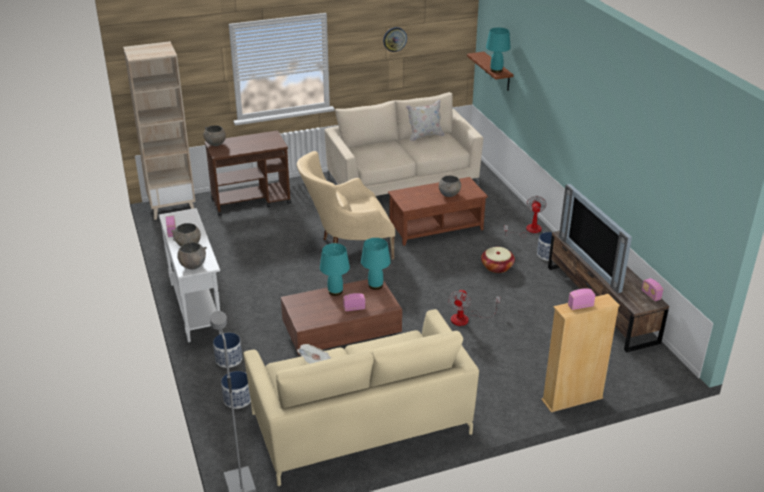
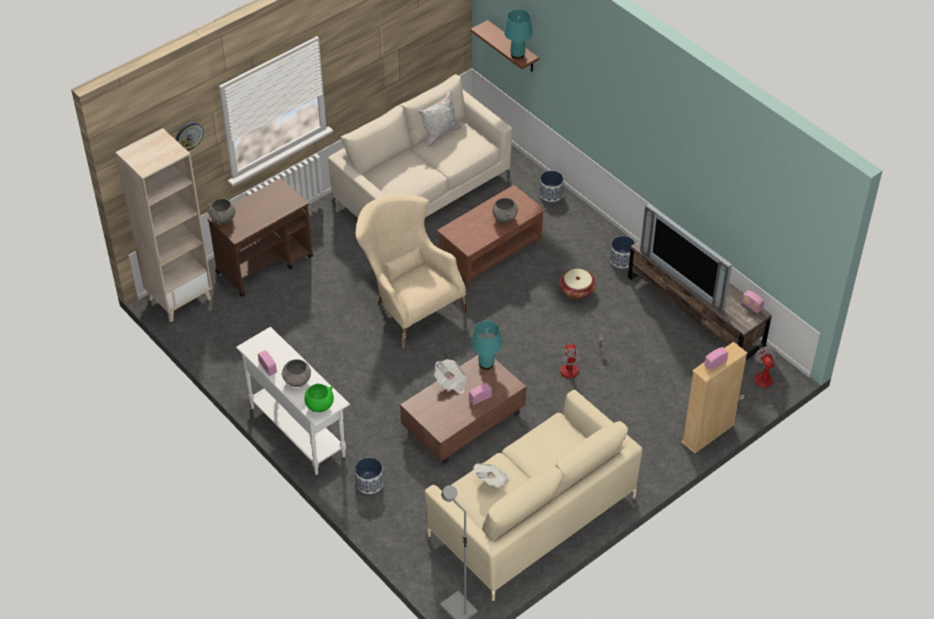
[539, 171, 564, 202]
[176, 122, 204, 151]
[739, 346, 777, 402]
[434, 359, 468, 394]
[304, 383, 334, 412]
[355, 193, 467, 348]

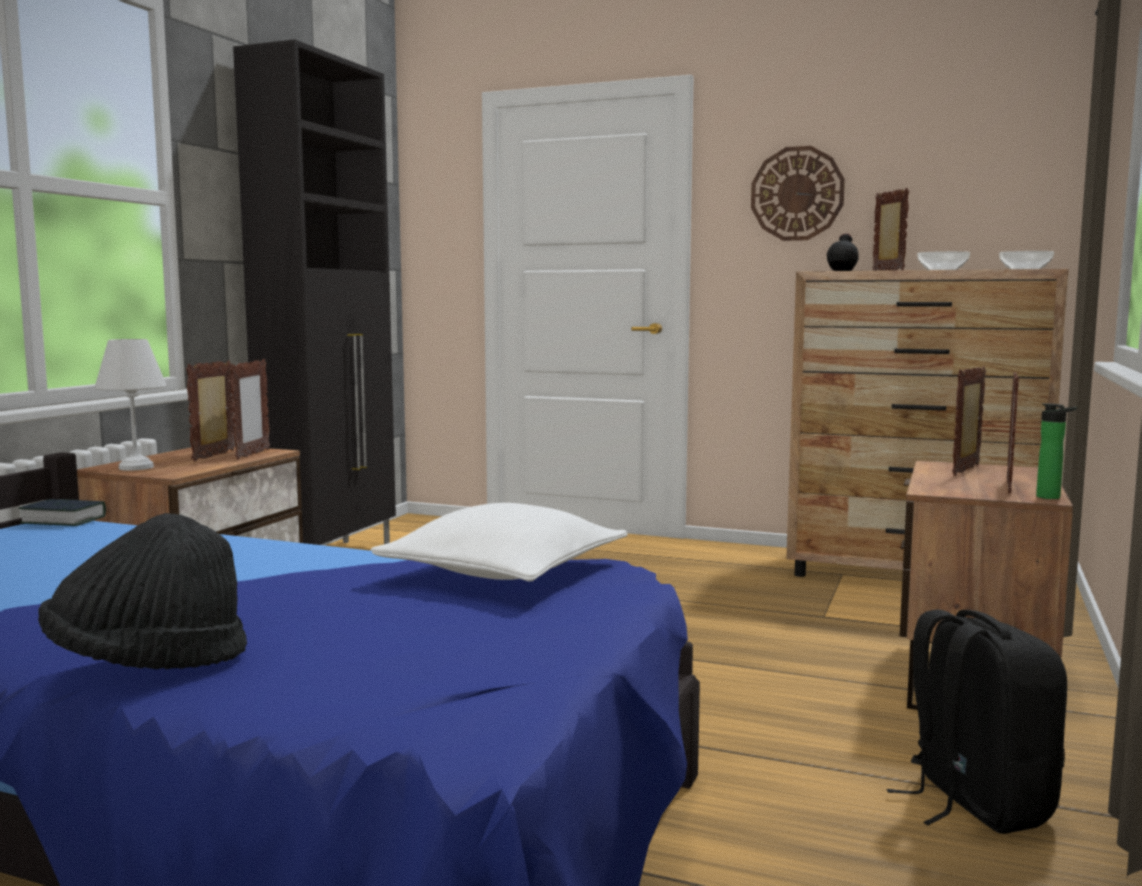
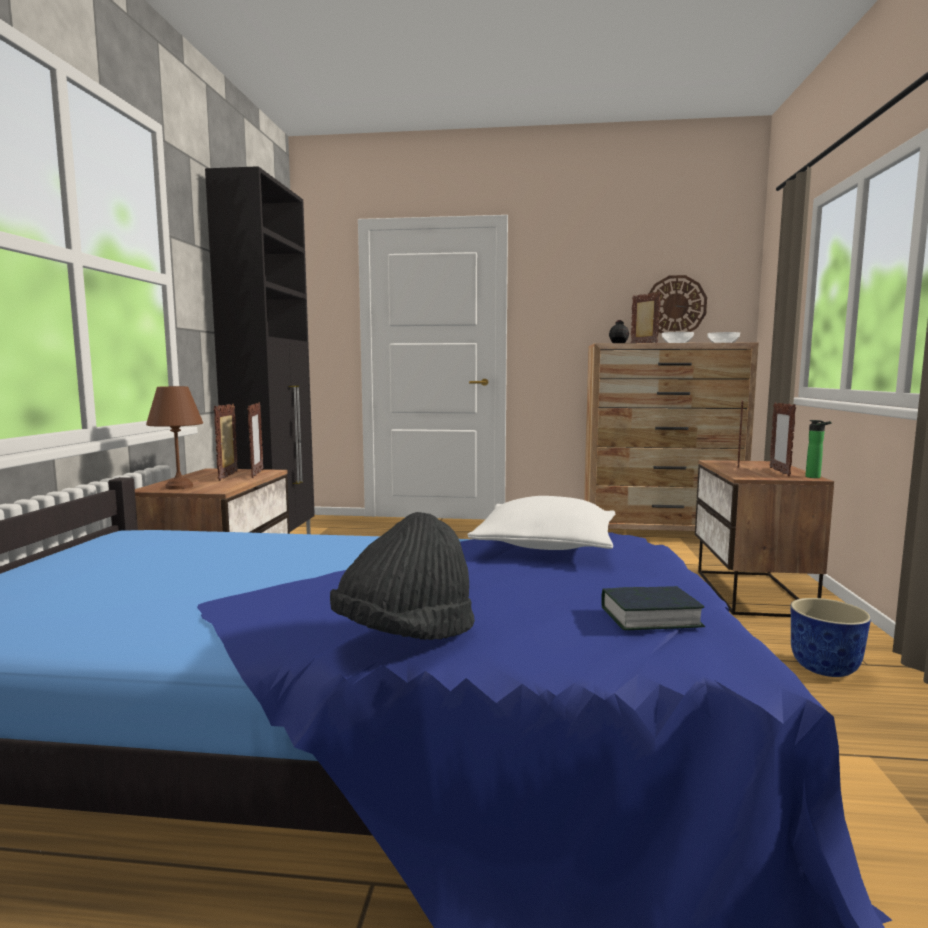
[601, 586, 705, 630]
[649, 275, 707, 334]
[791, 598, 871, 677]
[146, 386, 203, 490]

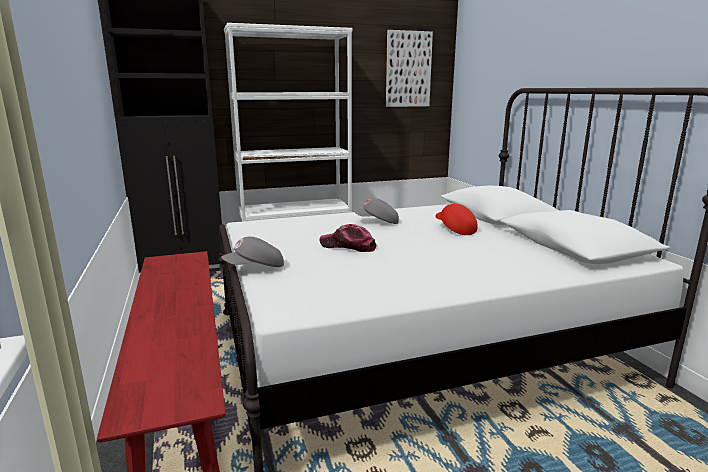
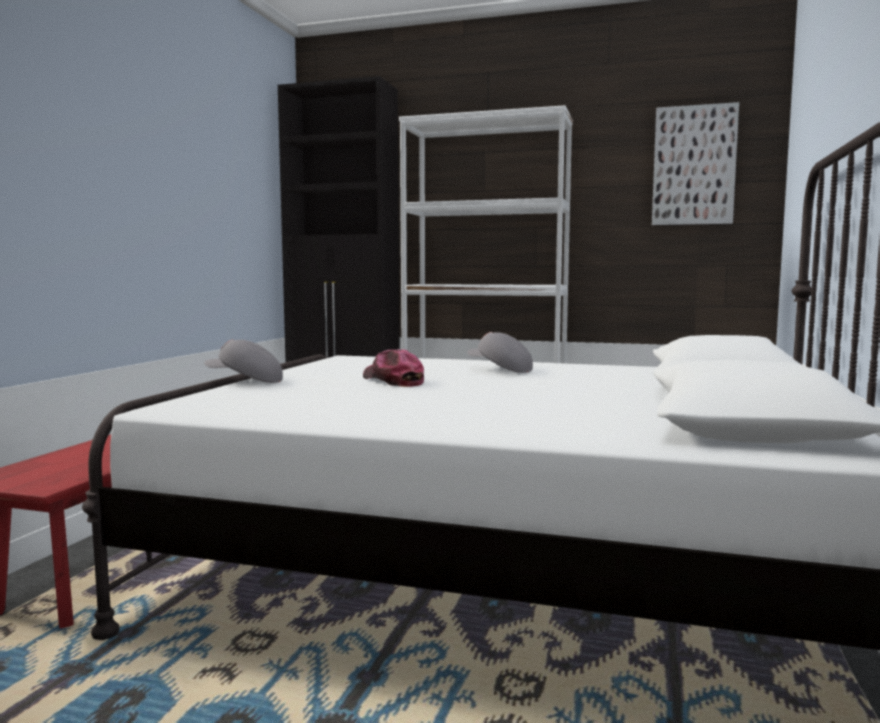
[436, 203, 478, 235] (first image)

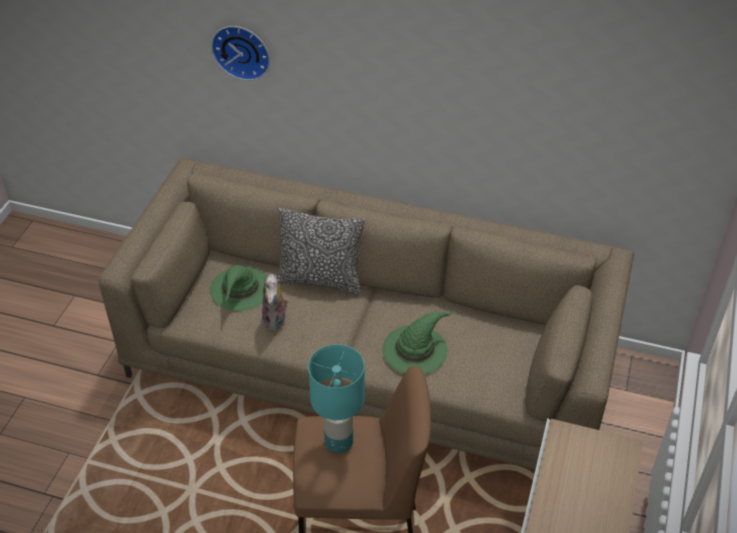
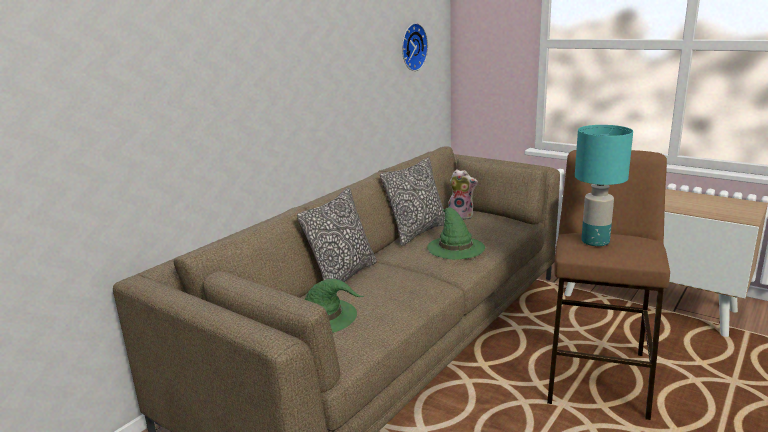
[380, 157, 445, 246]
[402, 23, 428, 71]
[448, 169, 478, 220]

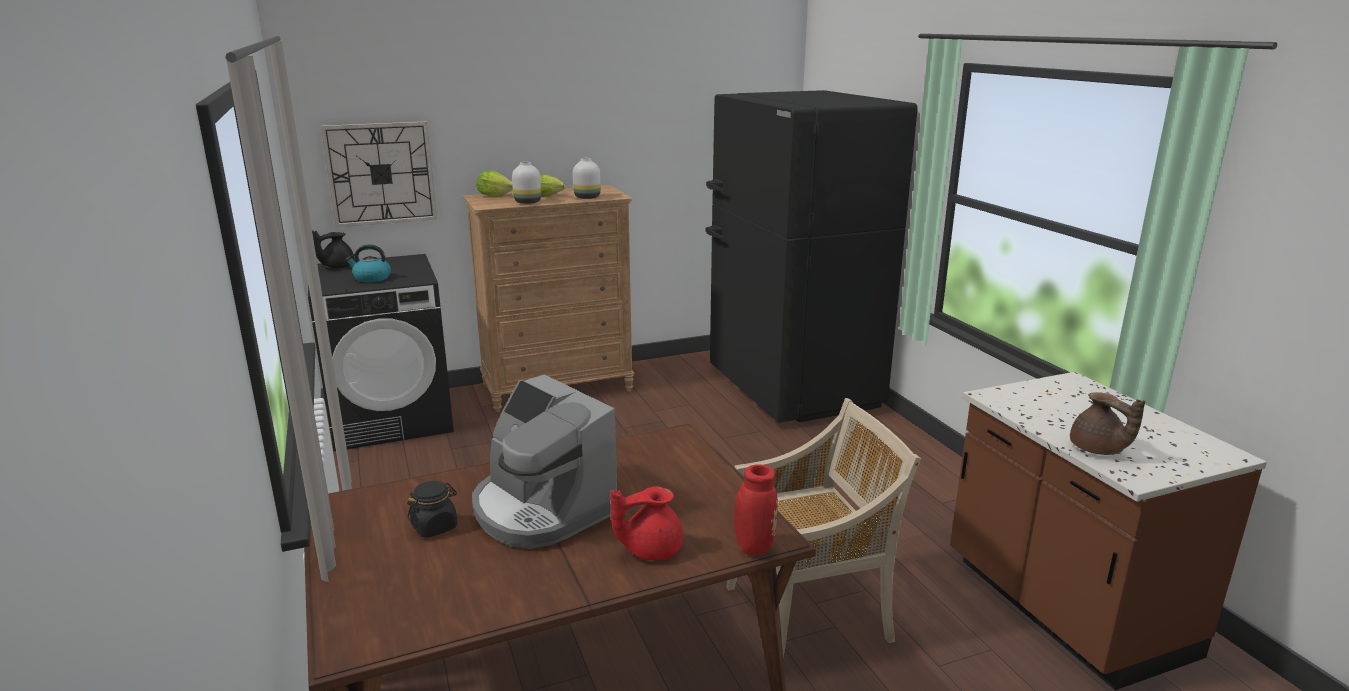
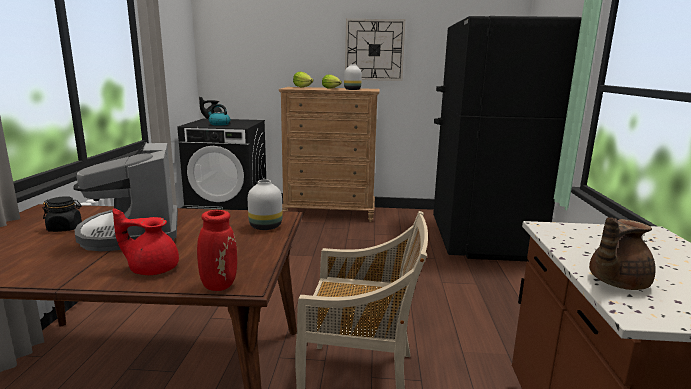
[345, 19, 405, 81]
[248, 179, 282, 230]
[589, 218, 656, 290]

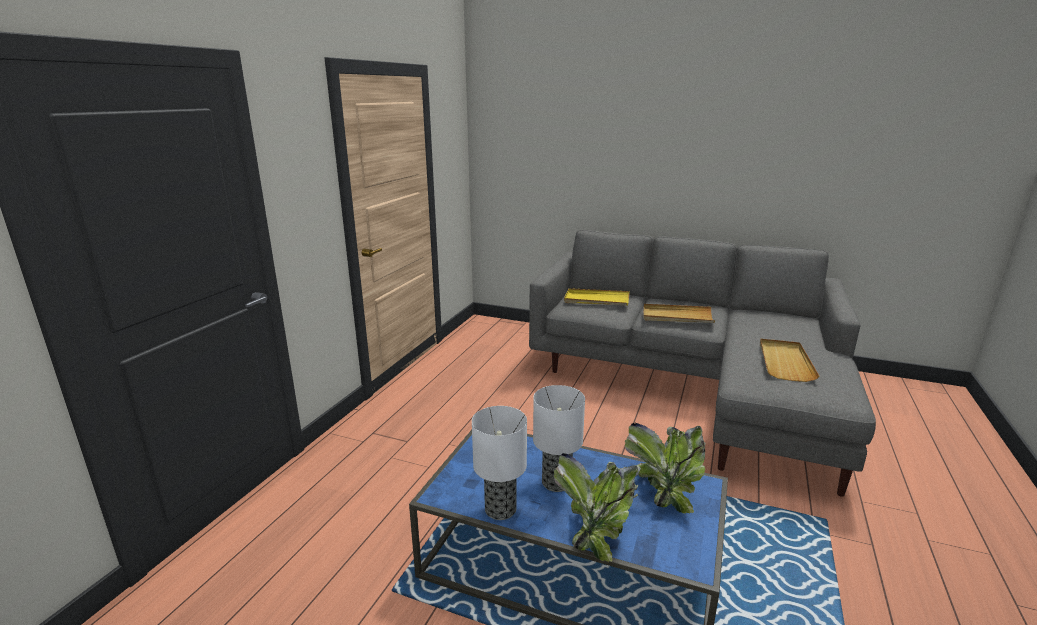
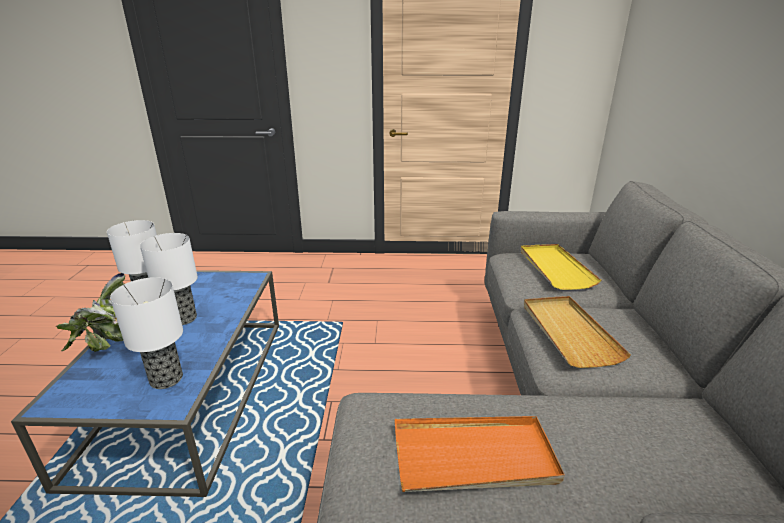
[110, 277, 183, 389]
[395, 416, 565, 492]

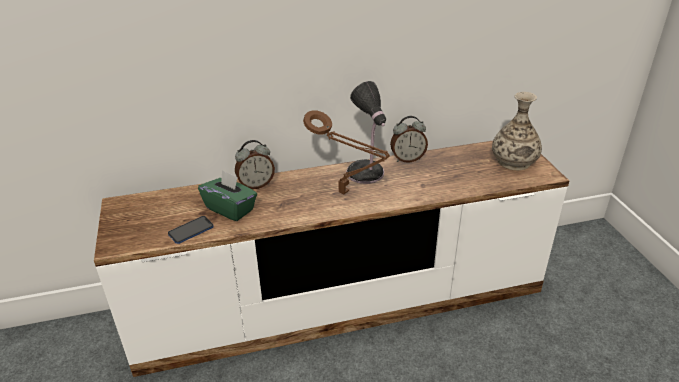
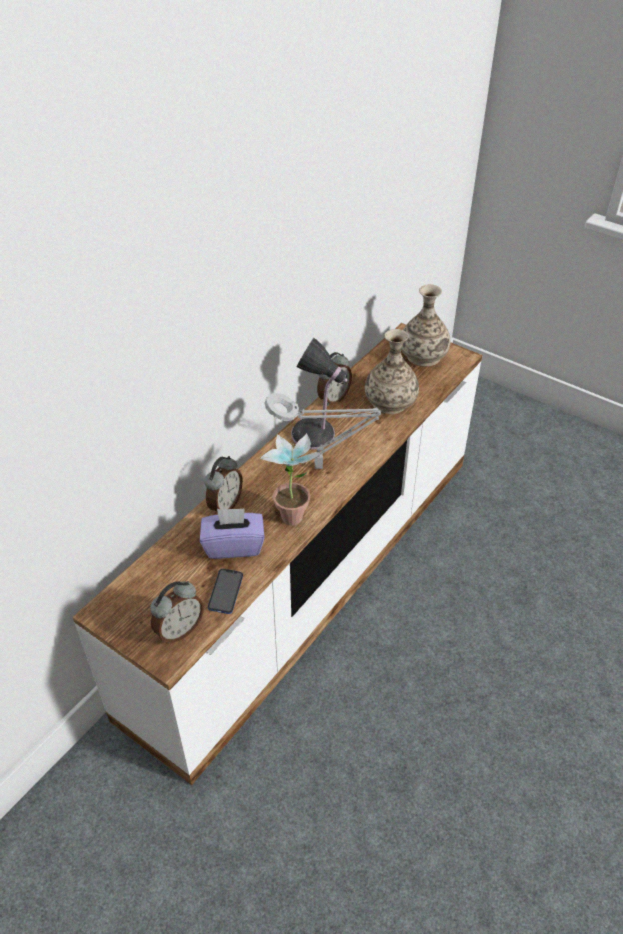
[150, 581, 204, 643]
[260, 433, 323, 526]
[365, 329, 419, 414]
[200, 508, 265, 559]
[264, 393, 381, 469]

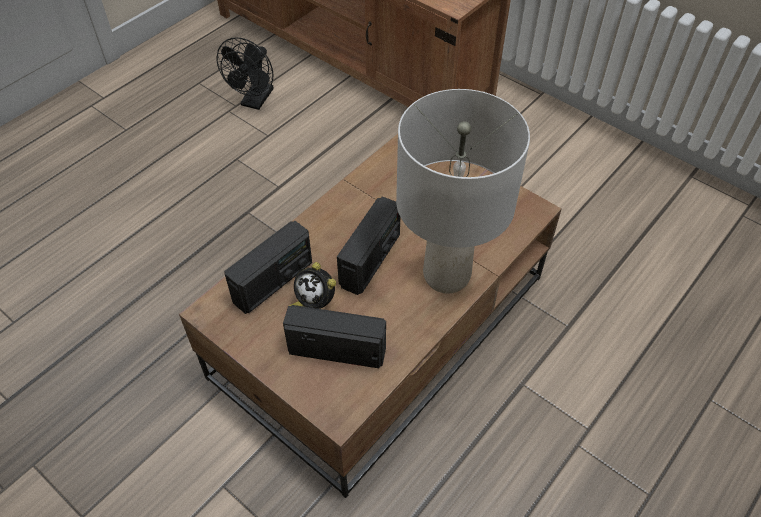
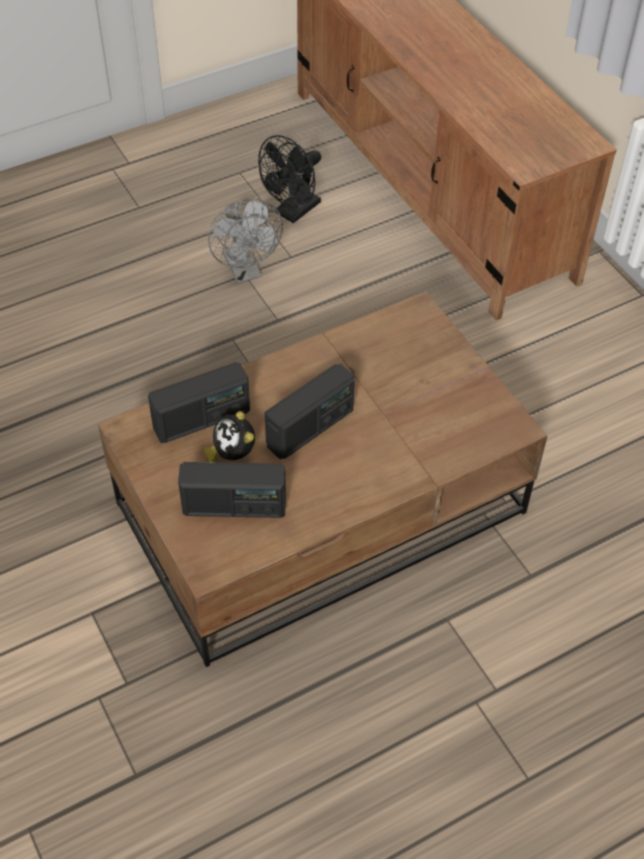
[396, 89, 530, 294] (first image)
[208, 199, 283, 284]
[178, 462, 286, 518]

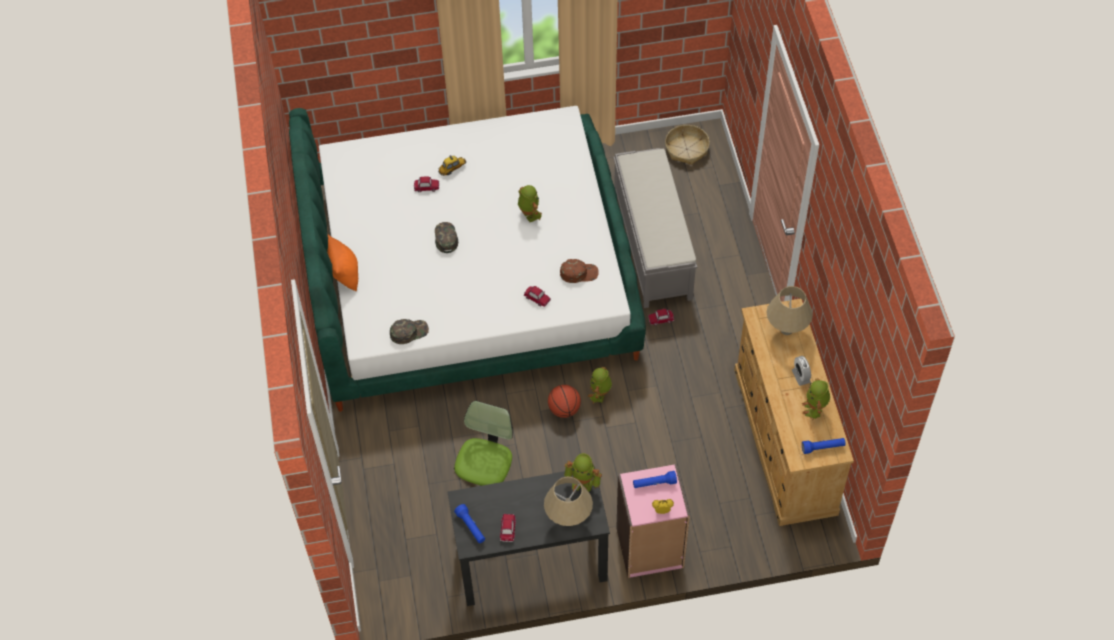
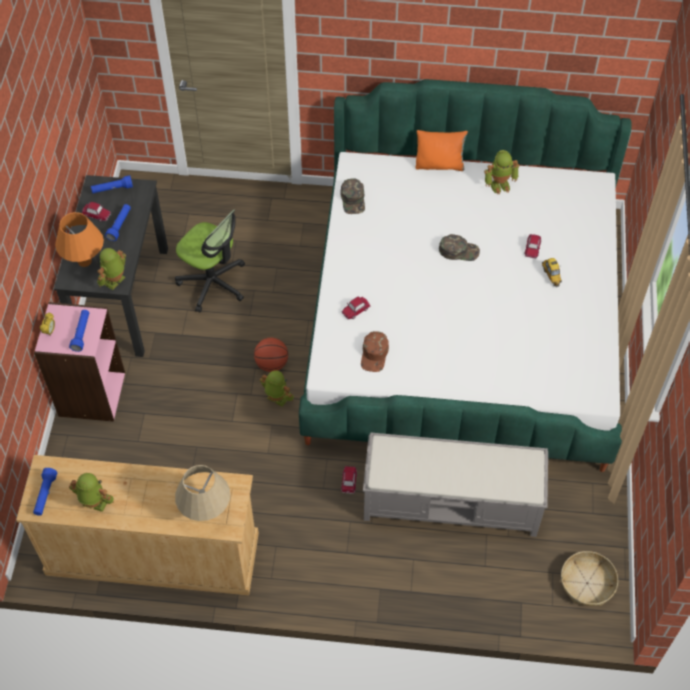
[792, 356, 811, 386] (first image)
[105, 204, 131, 241]
[484, 150, 519, 194]
[55, 212, 104, 267]

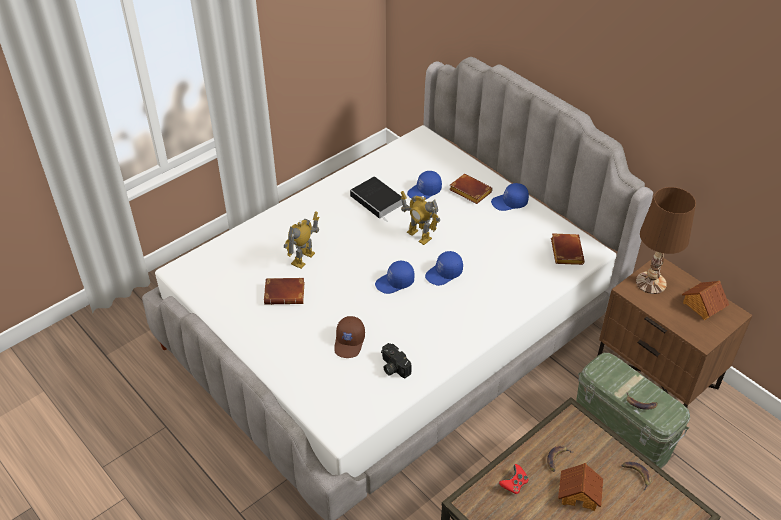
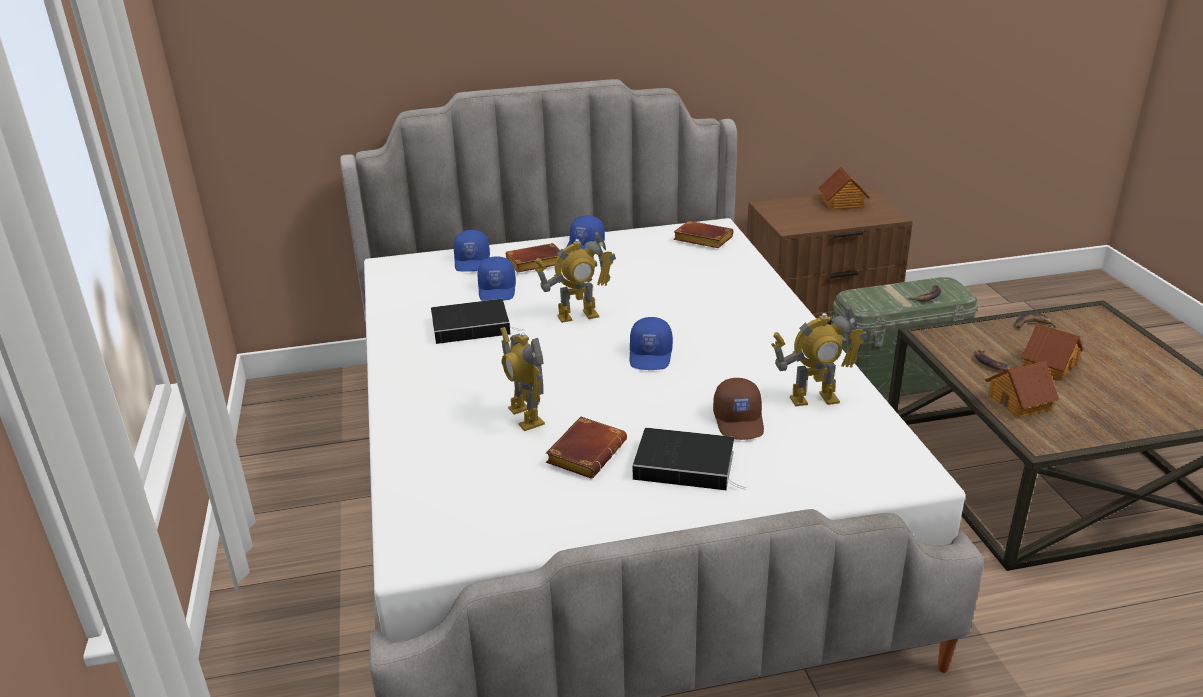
[636, 187, 696, 294] (first image)
[633, 428, 746, 490]
[454, 230, 490, 272]
[771, 304, 867, 406]
[985, 361, 1060, 418]
[713, 378, 764, 440]

